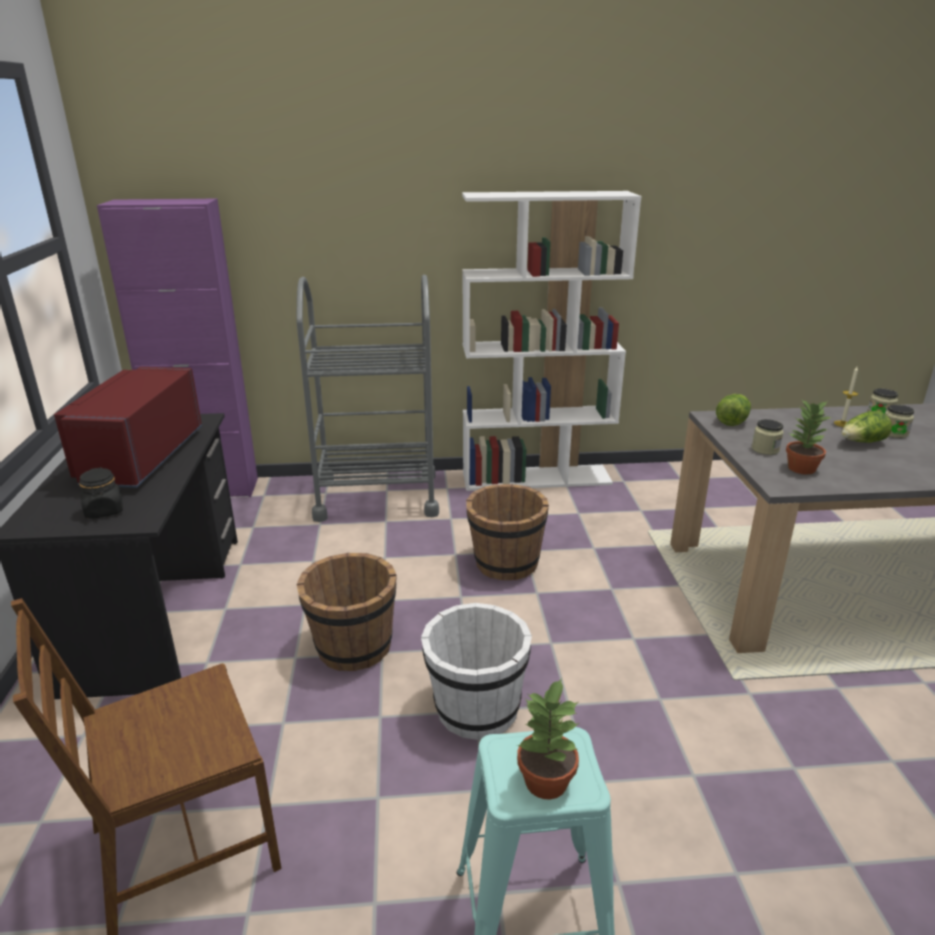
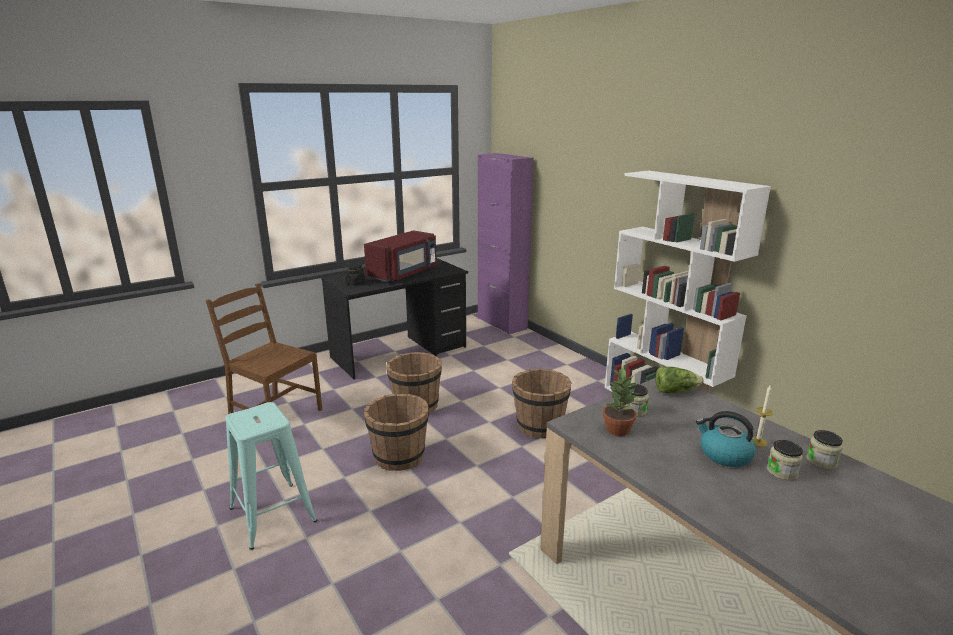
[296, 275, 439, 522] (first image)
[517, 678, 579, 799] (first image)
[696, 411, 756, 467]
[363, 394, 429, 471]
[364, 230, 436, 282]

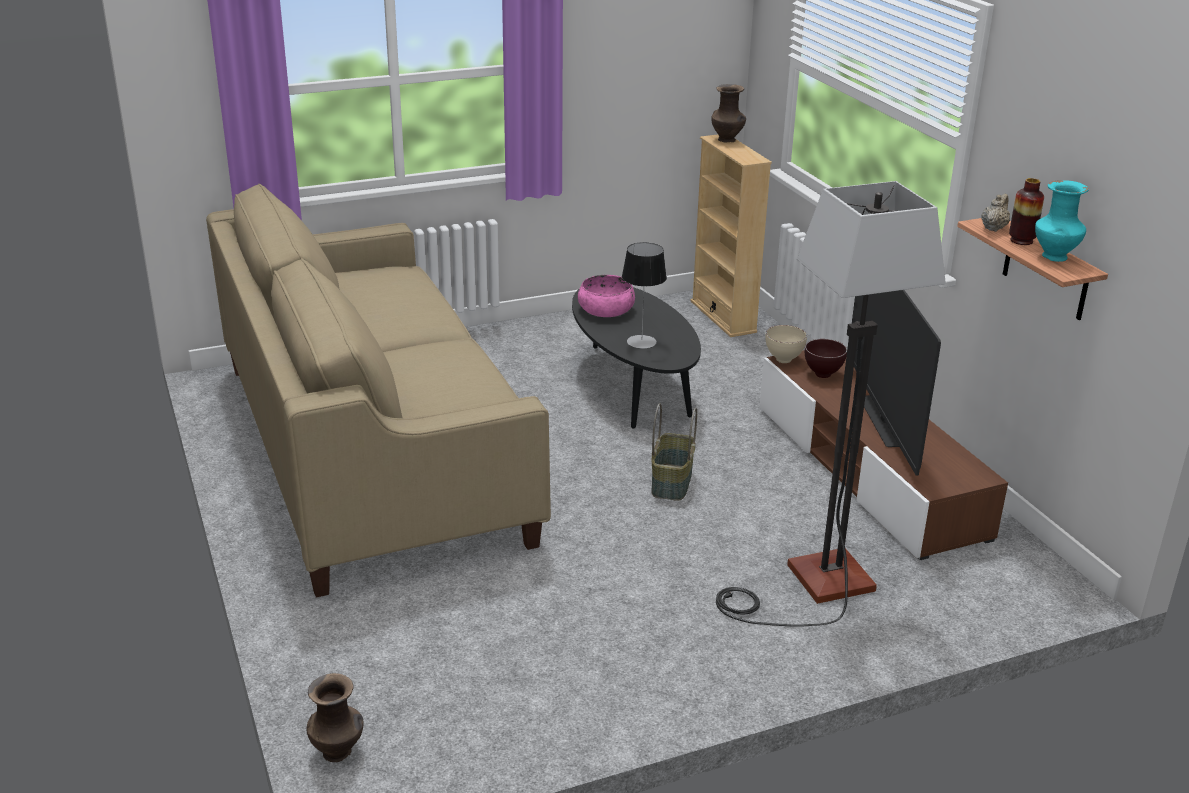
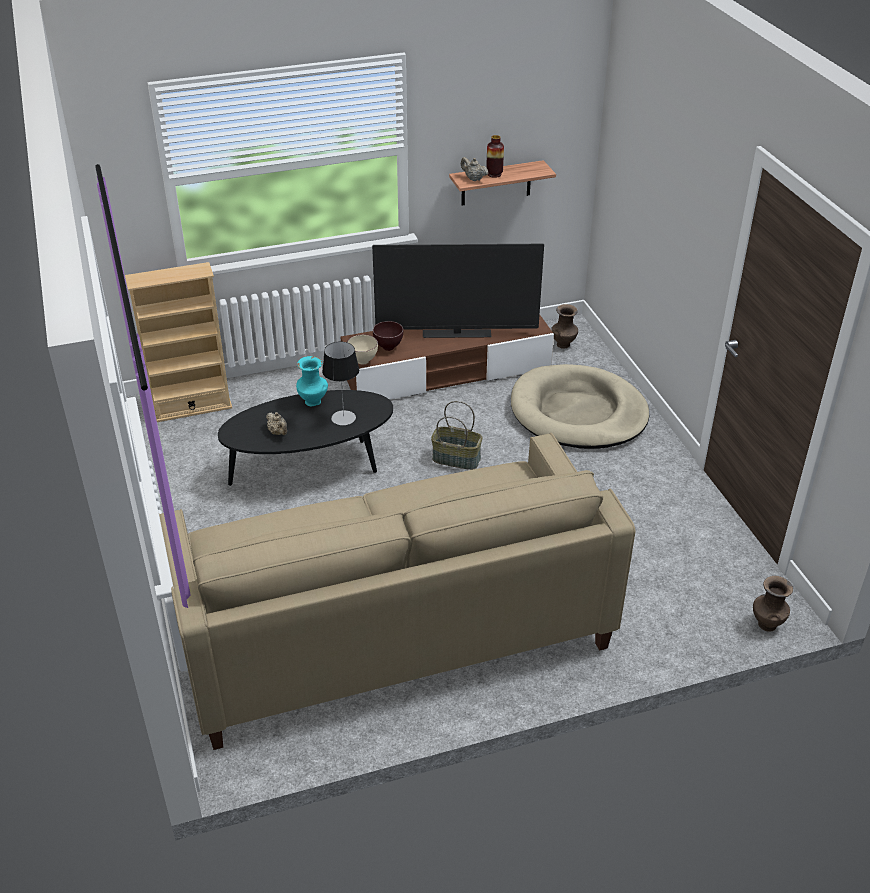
[551, 304, 578, 349]
[296, 356, 328, 407]
[266, 412, 287, 435]
[511, 364, 649, 449]

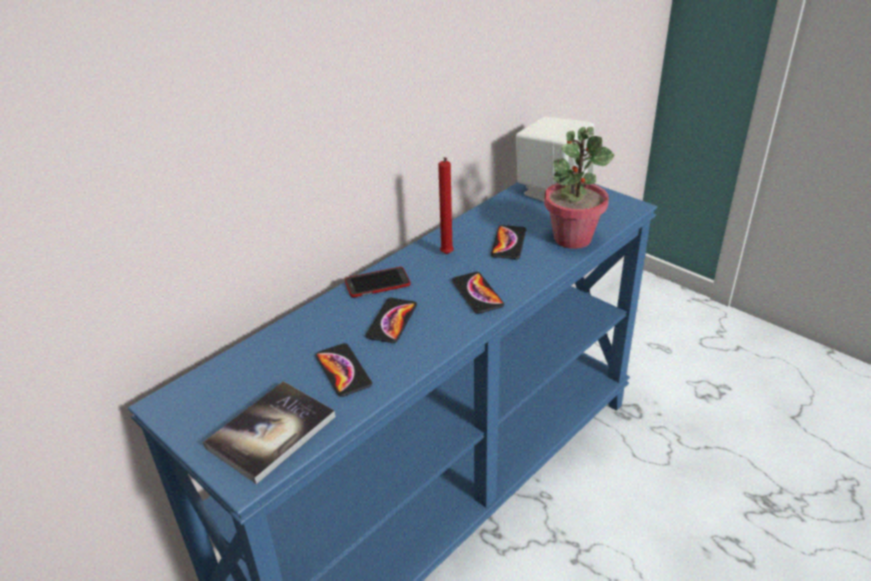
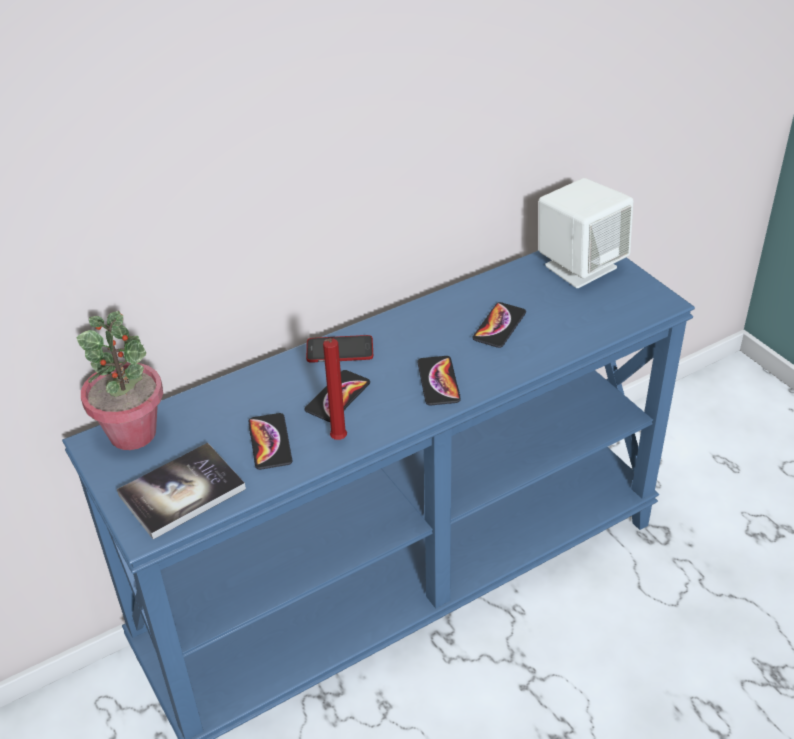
[323, 338, 347, 440]
[77, 311, 163, 450]

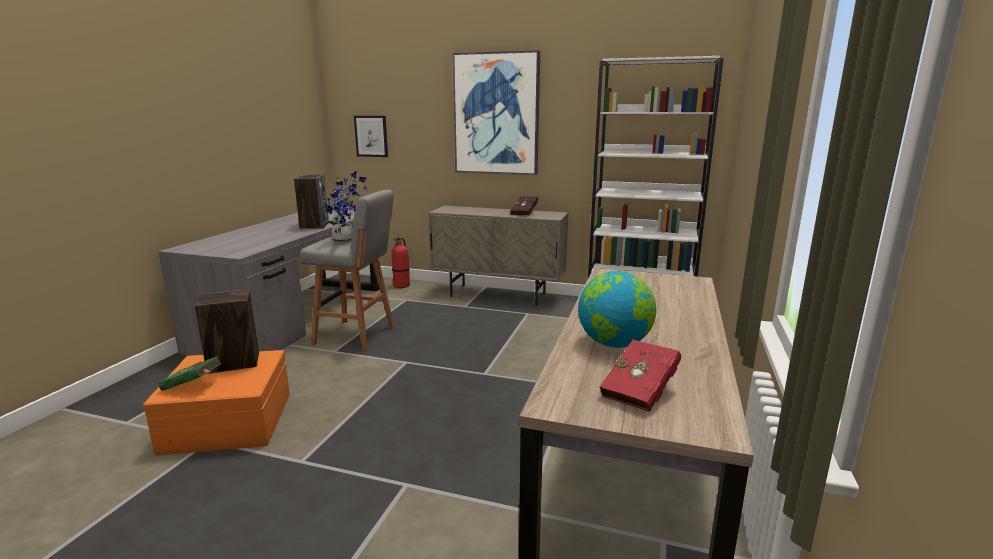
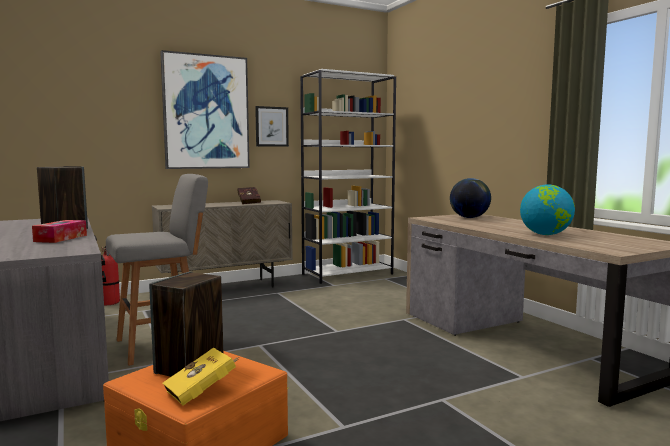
[322, 171, 368, 243] (first image)
[600, 339, 681, 412] (first image)
[32, 220, 87, 243]
[450, 178, 491, 218]
[255, 106, 289, 147]
[162, 348, 239, 406]

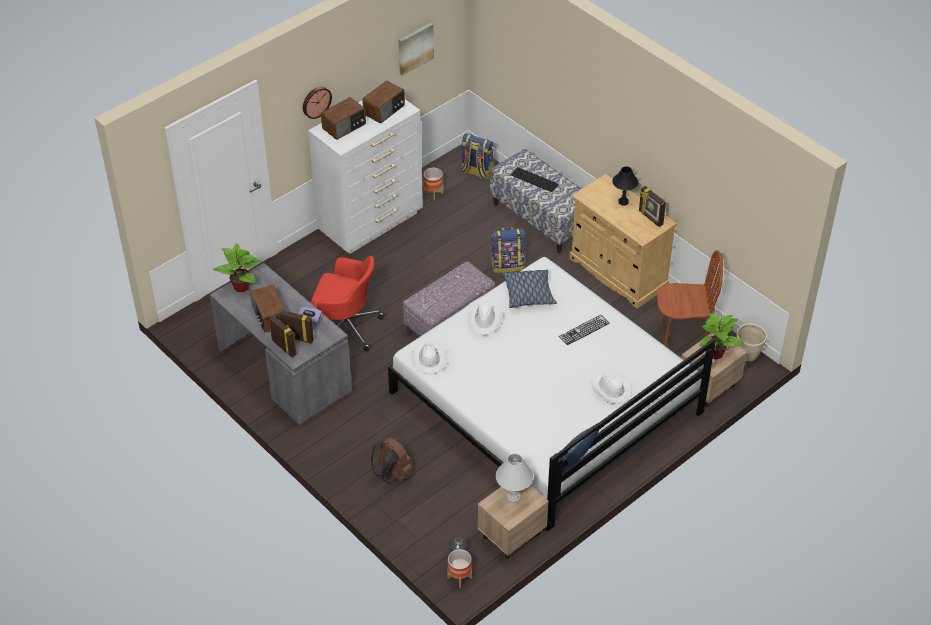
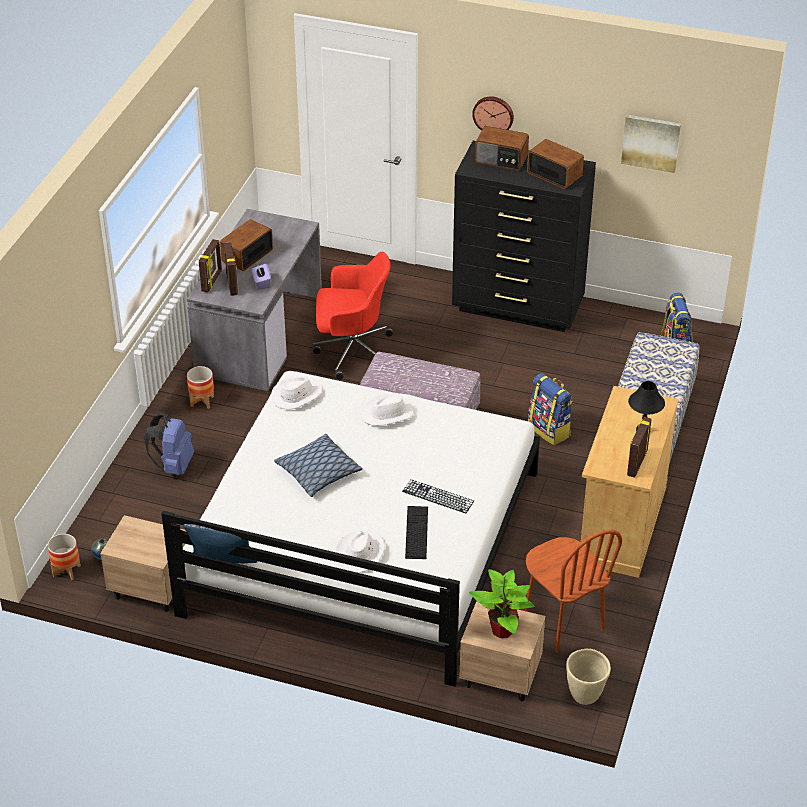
[213, 243, 261, 292] (first image)
[496, 454, 533, 503] (first image)
[187, 366, 214, 409]
[274, 434, 363, 497]
[405, 506, 428, 559]
[452, 141, 596, 332]
[144, 413, 194, 475]
[313, 252, 393, 380]
[527, 139, 584, 189]

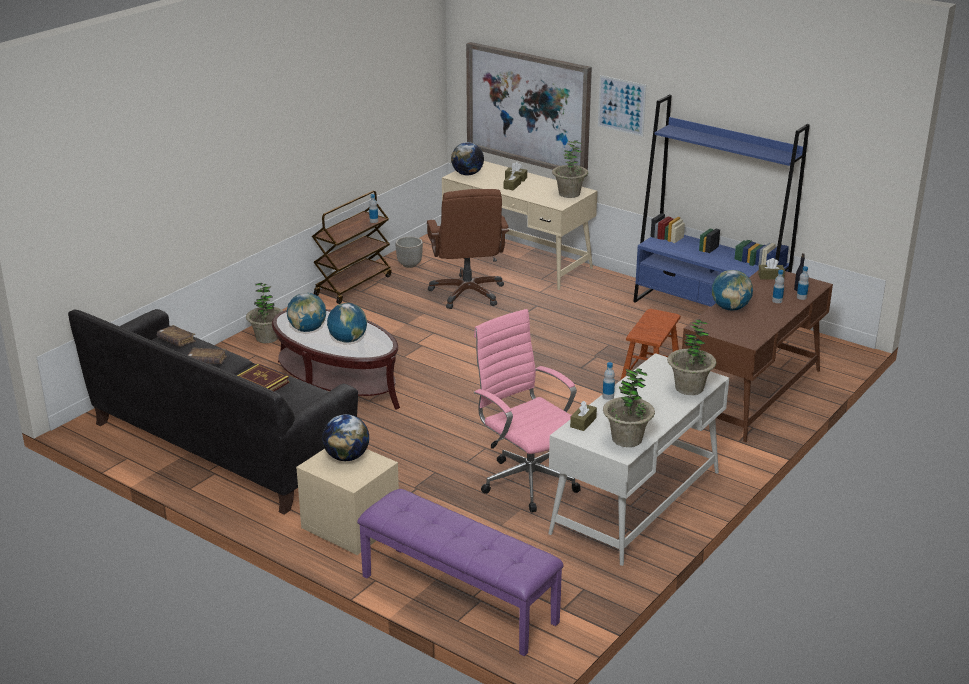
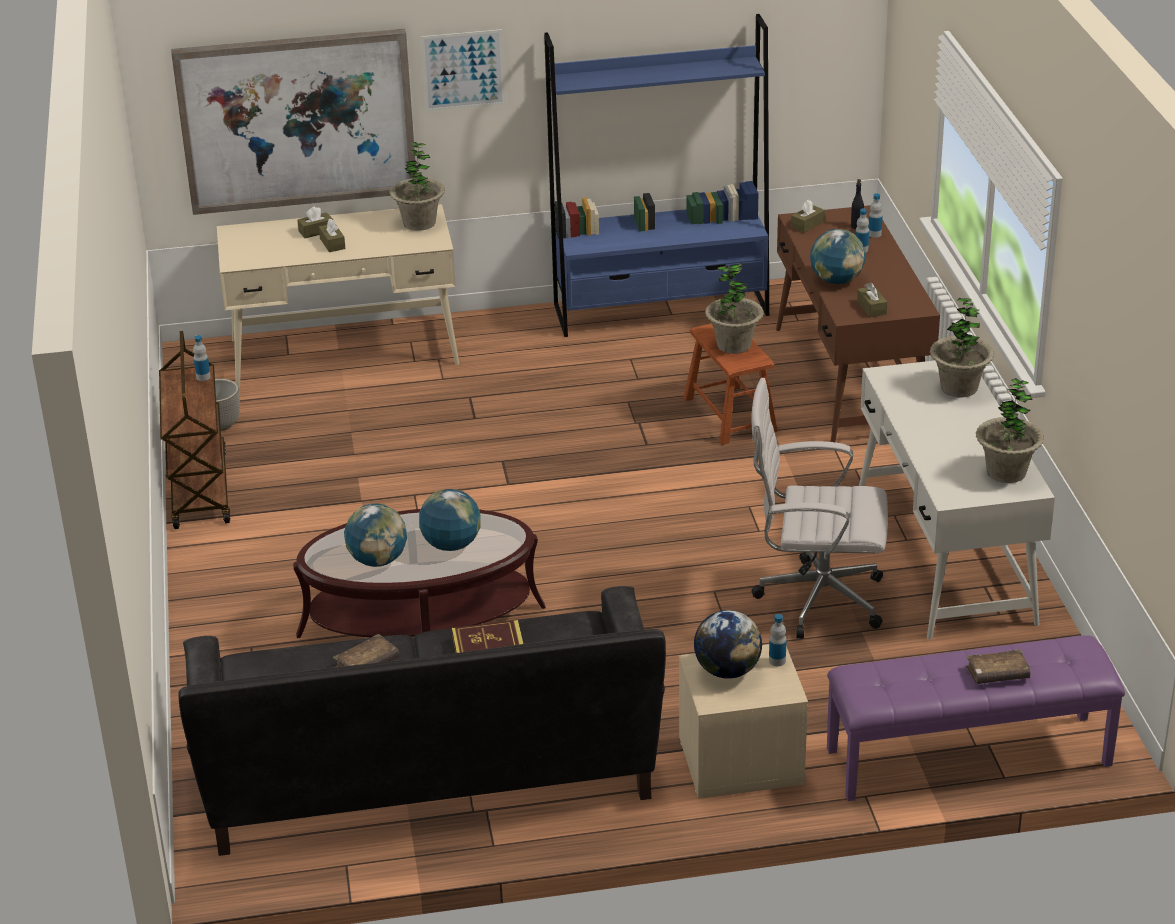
[427, 189, 509, 309] (first image)
[451, 142, 484, 176] (first image)
[966, 649, 1031, 684]
[705, 263, 764, 354]
[857, 282, 887, 317]
[769, 614, 787, 666]
[751, 378, 888, 639]

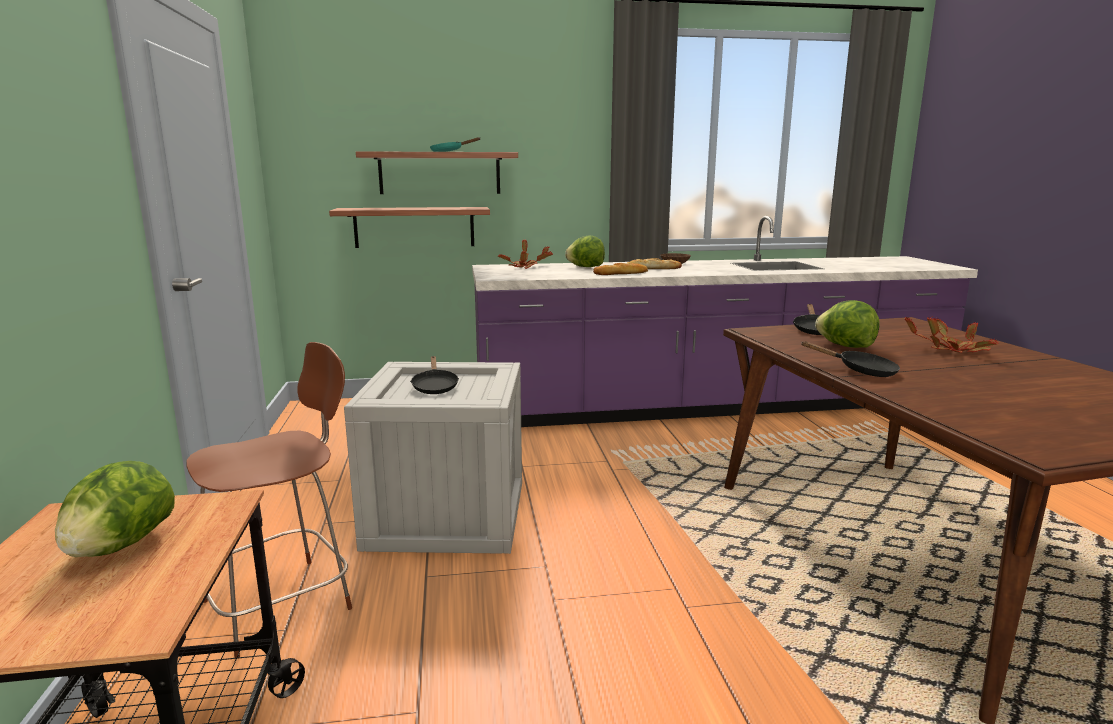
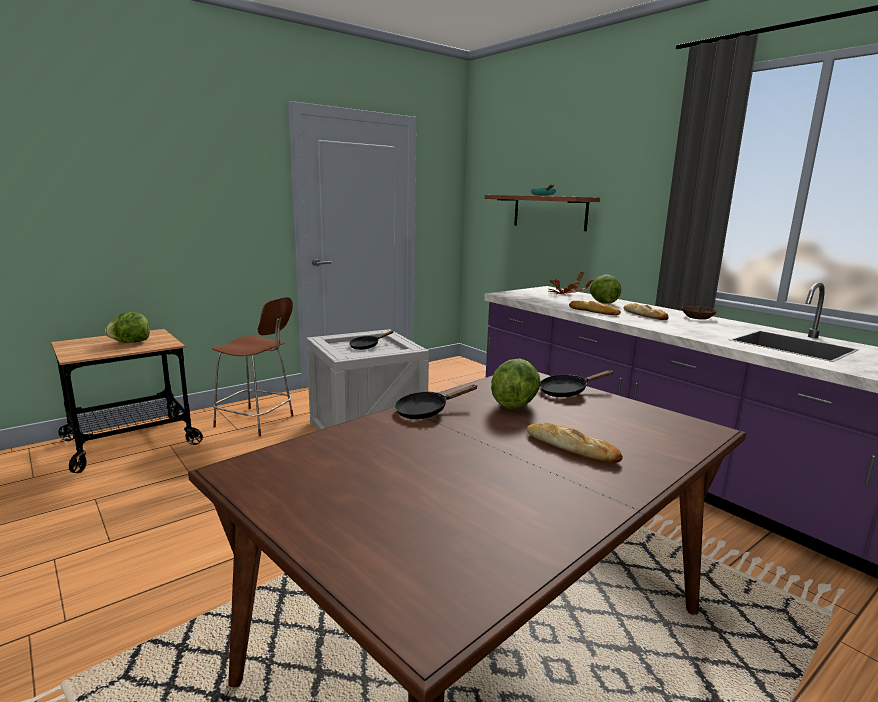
[329, 207, 490, 248] (first image)
[527, 423, 623, 463]
[395, 385, 478, 419]

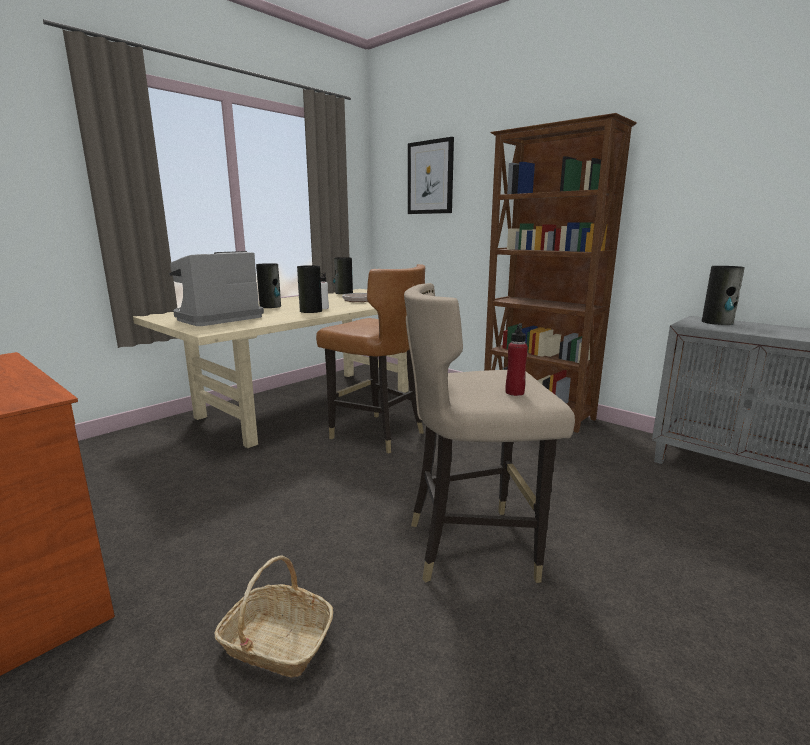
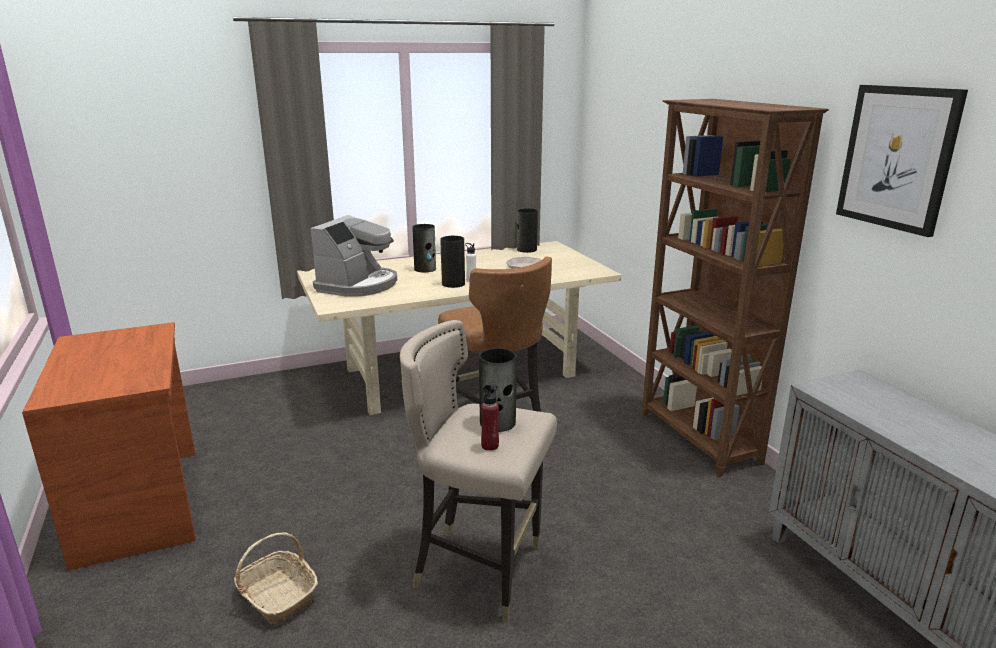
[836, 85, 968, 237]
[479, 348, 517, 432]
[310, 215, 397, 297]

